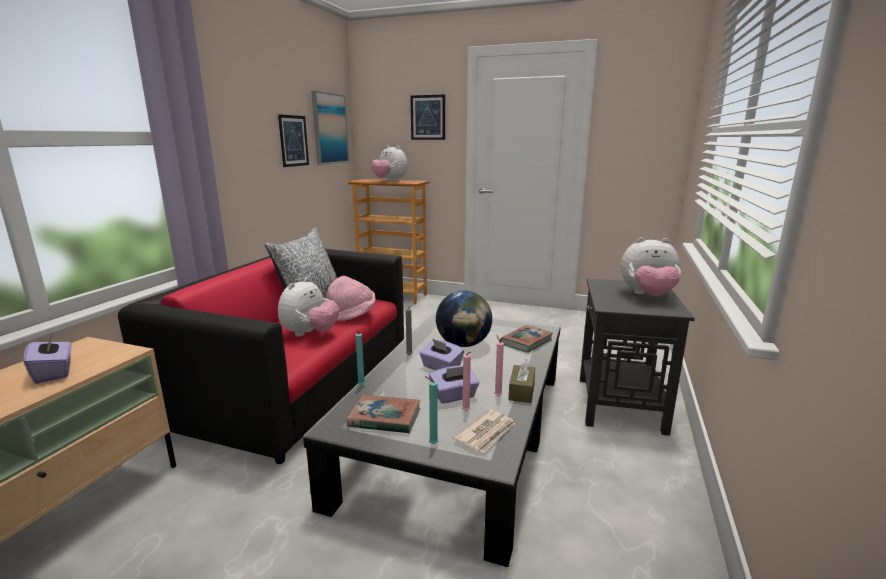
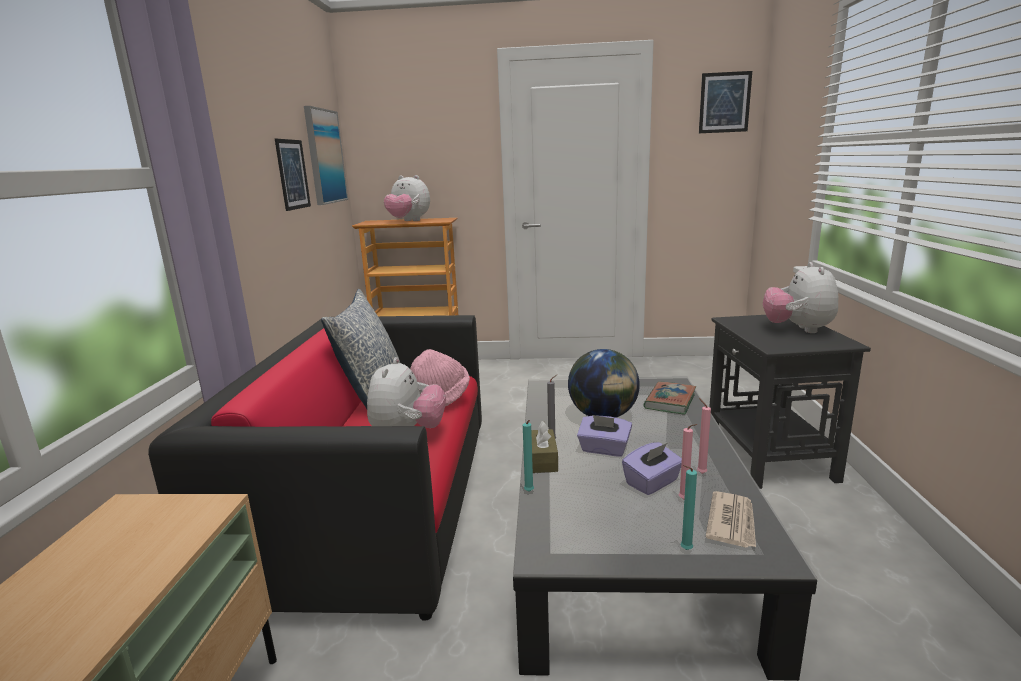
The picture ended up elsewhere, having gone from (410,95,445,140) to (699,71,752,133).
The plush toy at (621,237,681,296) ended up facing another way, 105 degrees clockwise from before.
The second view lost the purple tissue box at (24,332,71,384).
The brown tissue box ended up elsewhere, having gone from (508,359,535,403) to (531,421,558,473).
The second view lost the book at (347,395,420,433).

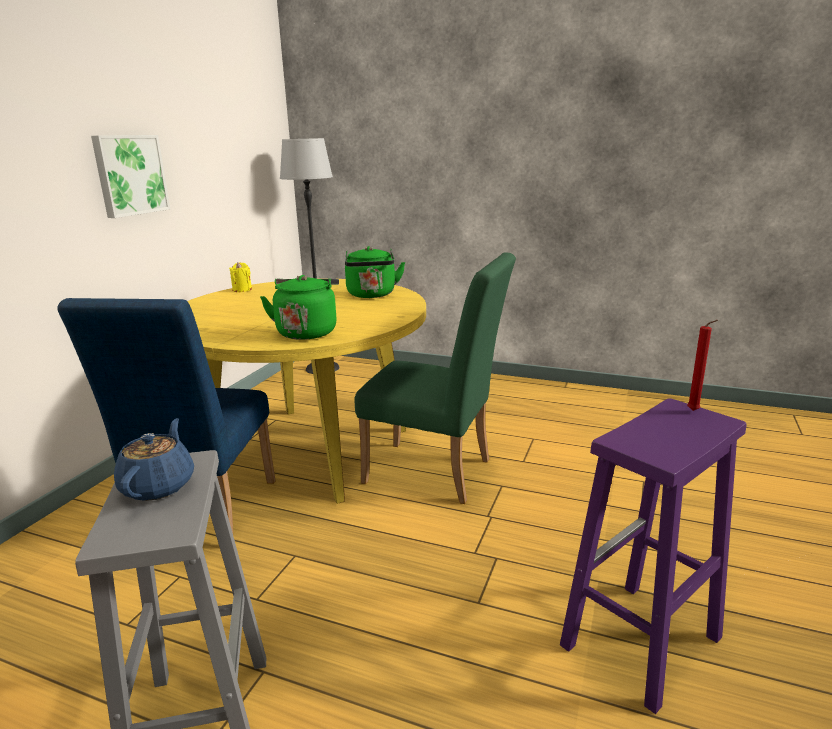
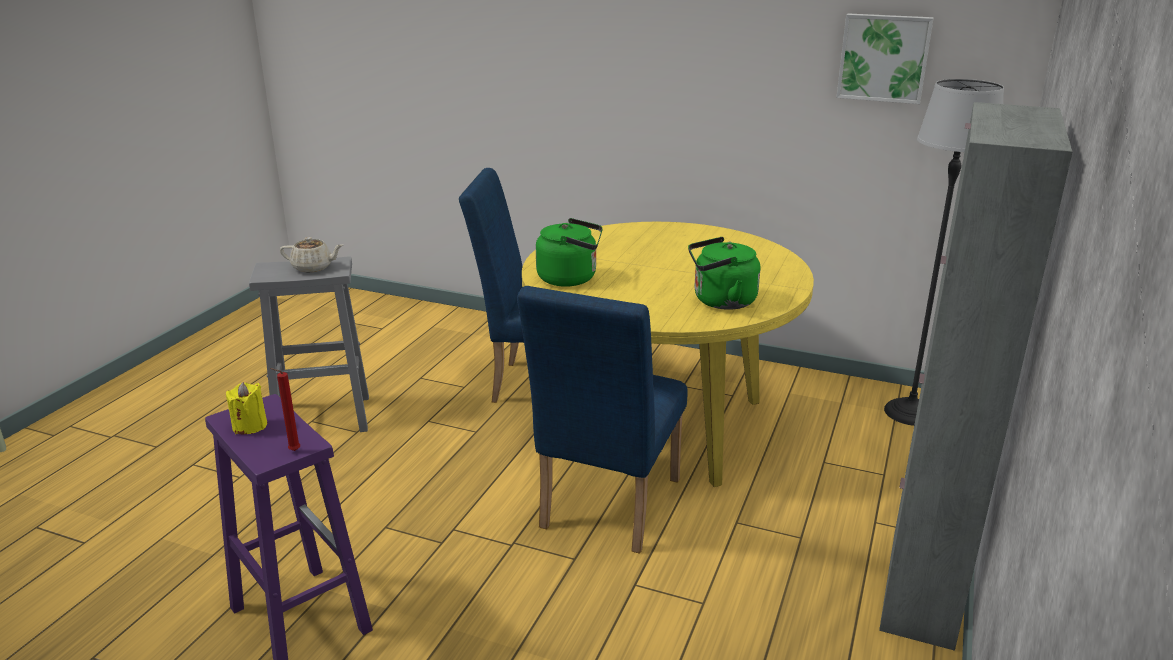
The picture ended up elsewhere, having gone from (91,135,170,218) to (836,13,934,104).
What was the green chair at (354,252,516,504) turned into the blue chair at (517,286,688,554).
The yellow candle ended up elsewhere, having gone from (229,262,252,292) to (226,382,267,434).
What was the blue teapot at (114,418,194,501) turned into the beige teapot at (280,237,343,272).
The second view gained the grey cabinet at (879,102,1073,651).

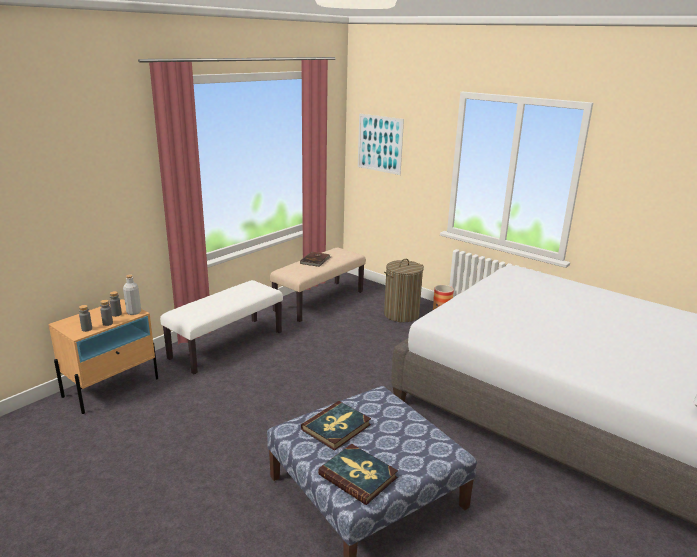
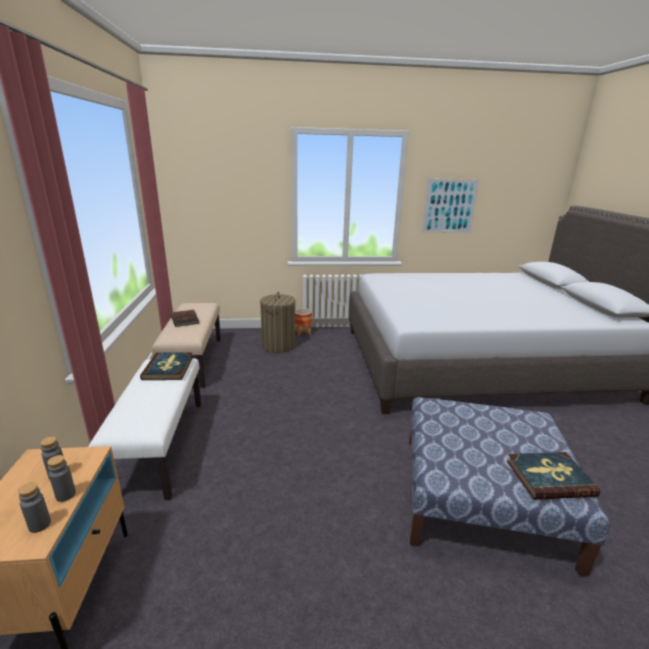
The picture ended up elsewhere, having gone from (358,114,404,175) to (422,179,479,233).
The second view lost the grey bottle at (123,275,141,315).
The book ended up elsewhere, having gone from (301,401,371,451) to (140,352,193,380).

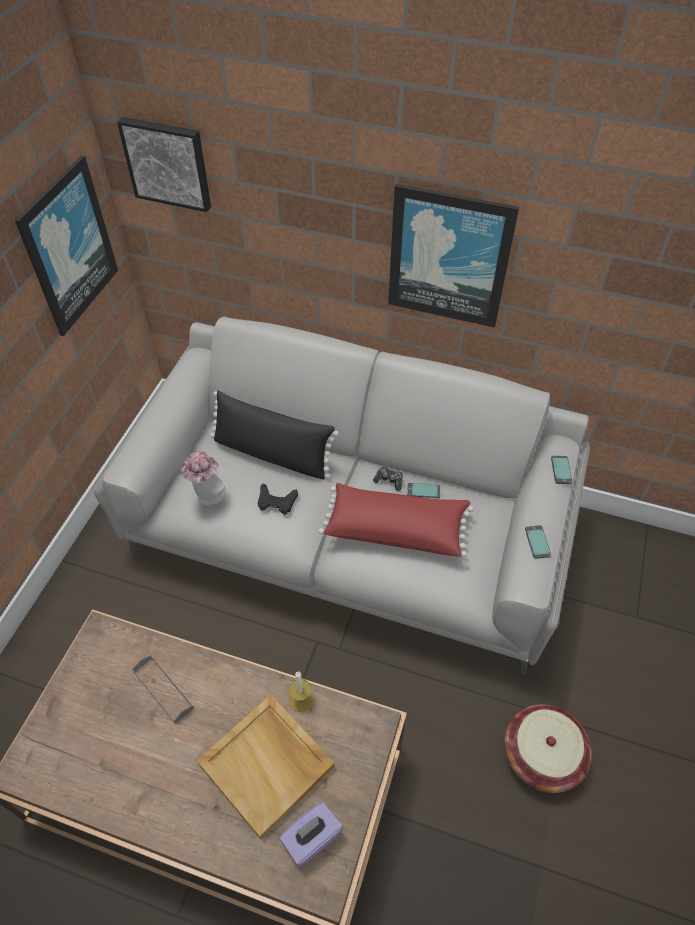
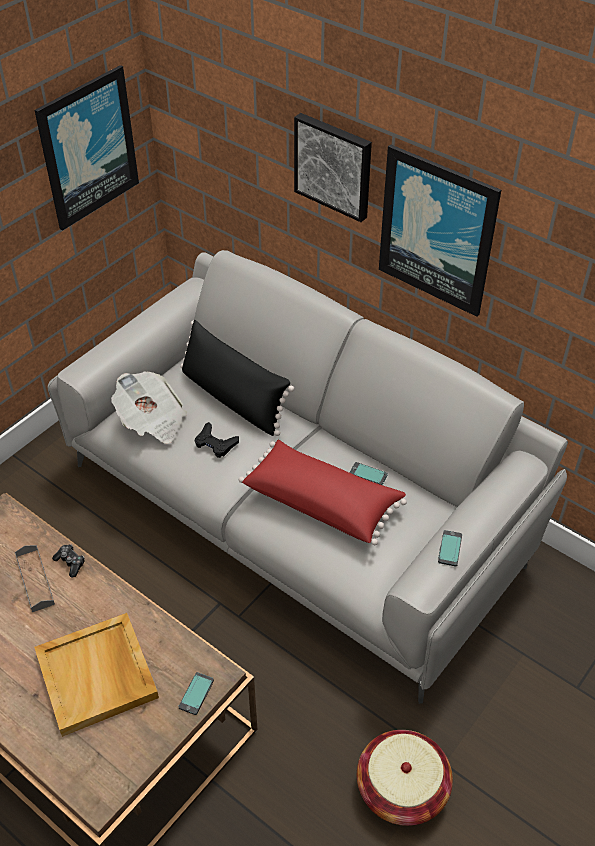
The picture ended up elsewhere, having gone from (117,117,211,212) to (294,113,372,222).
Where the hat stood at (181,451,225,506), the newspaper came to stand at (111,371,187,444).
The phone ended up elsewhere, having gone from (551,456,572,484) to (178,672,214,715).
The game controller ended up elsewhere, having gone from (373,466,403,491) to (52,544,85,578).
The second view lost the candle at (288,671,314,712).
The second view lost the purple tissue box at (280,802,343,866).

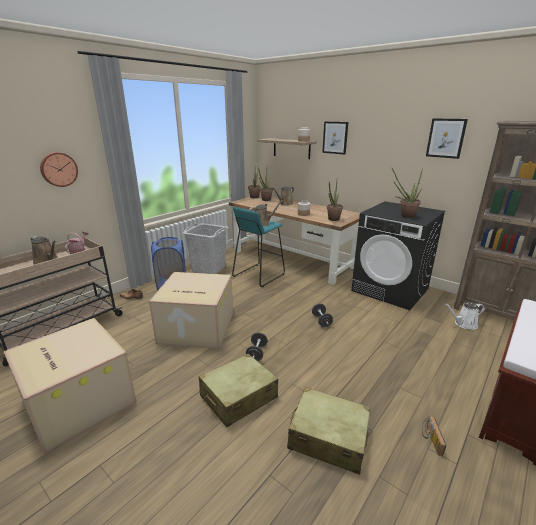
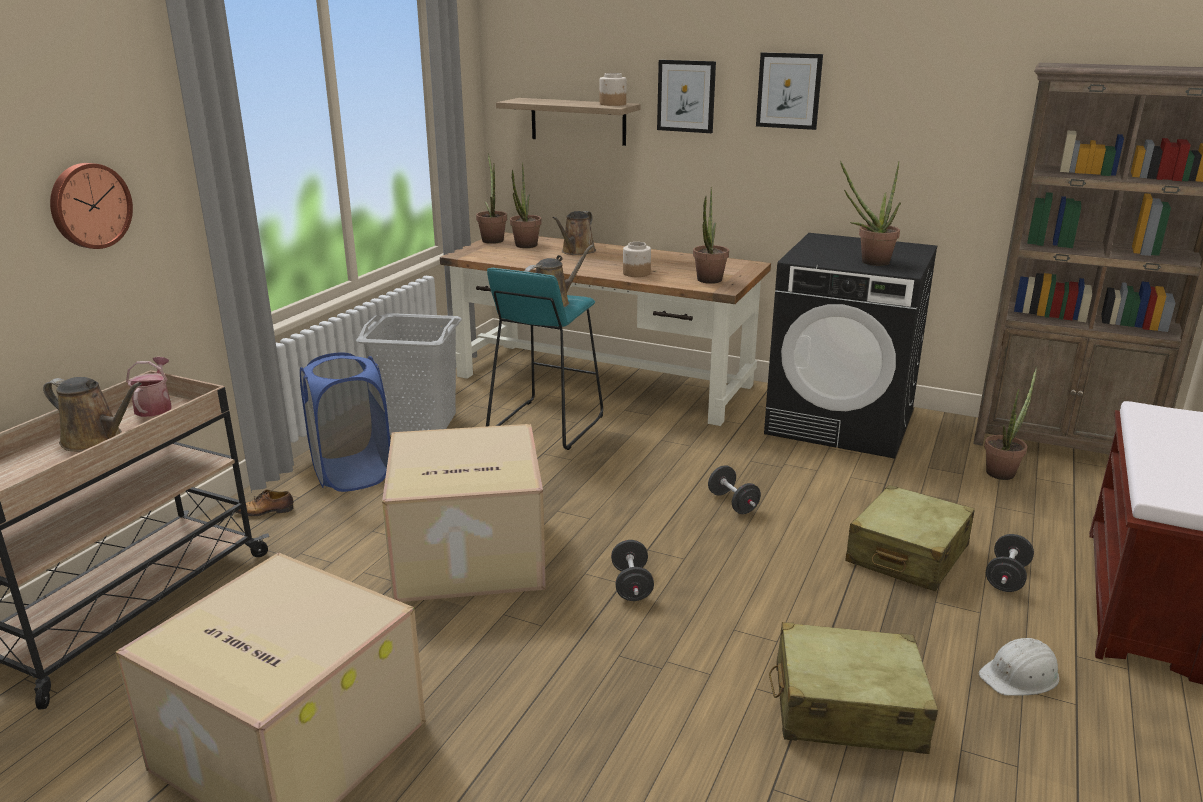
The picture ended up elsewhere, having gone from (426,118,468,159) to (756,53,823,130).
Where the white watering can stood at (445,302,485,330), the potted plant came to stand at (984,367,1037,480).
The beige suitcase ended up elsewhere, having gone from (199,354,278,427) to (845,485,975,591).
Where the radio stood at (422,416,446,456), the white hard hat came to stand at (979,638,1059,696).
The second view gained the black dumbbell at (986,534,1034,592).

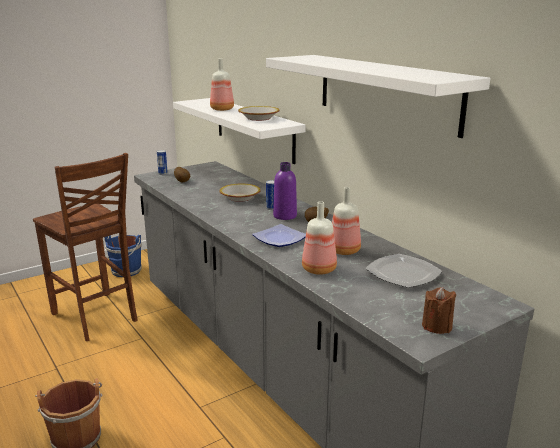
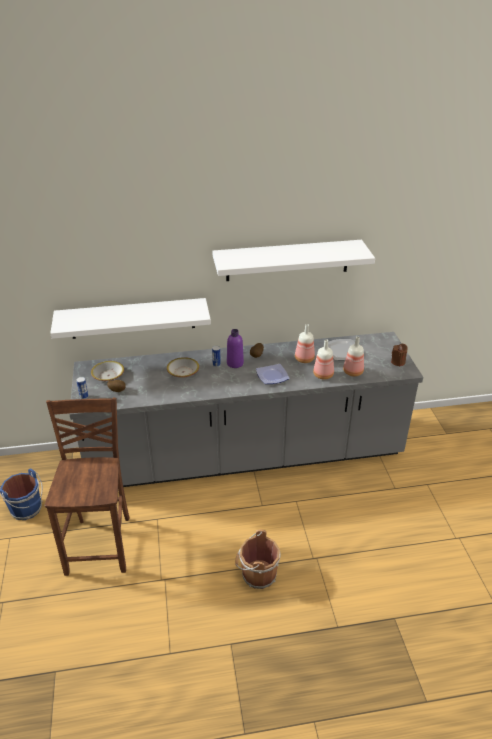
The bottle ended up elsewhere, having gone from (210,58,234,111) to (343,337,364,376).
The bowl ended up elsewhere, having gone from (238,106,280,121) to (91,361,124,381).
The brown chair at (33,153,137,341) ended up facing another way, 75 degrees counterclockwise from before.

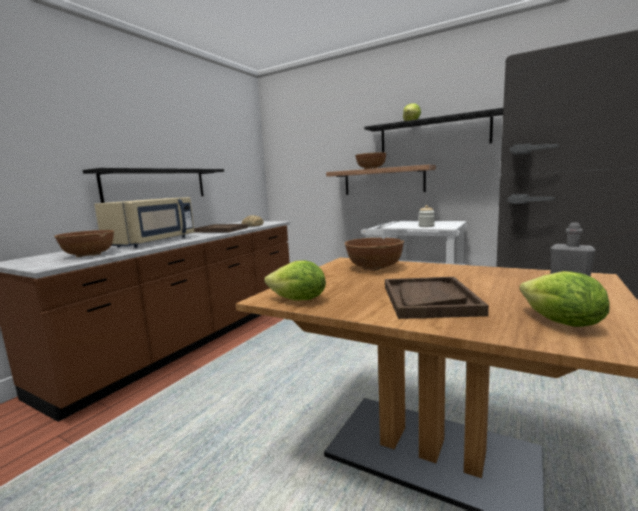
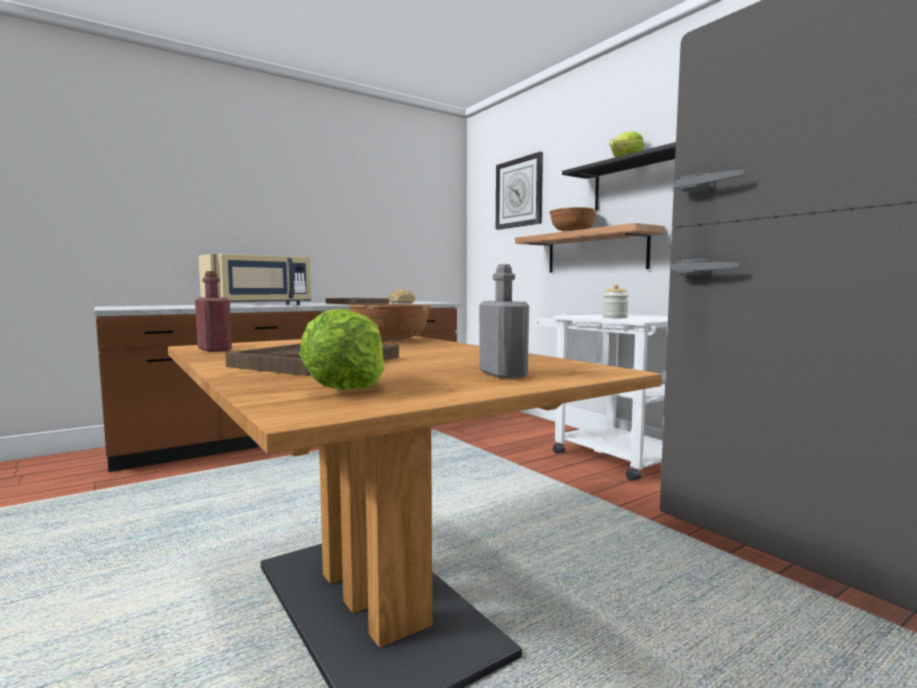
The second view lost the black shelf at (83,168,224,203).
The second view lost the brown bowl at (54,230,114,257).
Where the lettuce stood at (264,260,326,300), the red bottle came to stand at (195,271,232,352).
The second view gained the wall clock at (496,152,543,230).

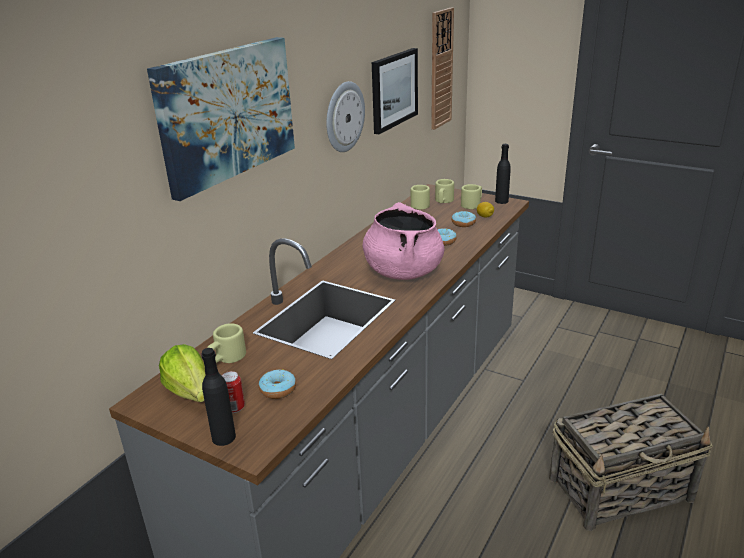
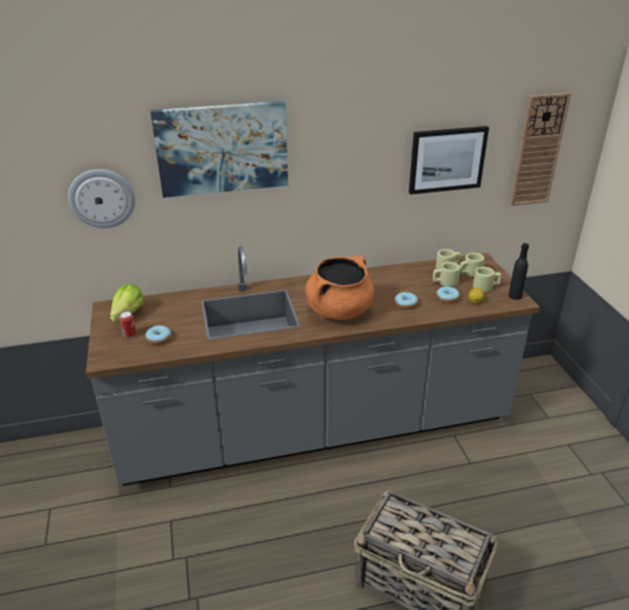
The wall clock ended up elsewhere, having gone from (326,81,365,152) to (68,169,135,228).
What was the pink cooking pot at (362,202,445,280) turned into the orange cooking pot at (305,256,374,320).
The beige mug ended up elsewhere, having gone from (207,323,246,363) to (433,262,460,287).
The second view lost the black bottle at (201,348,236,446).

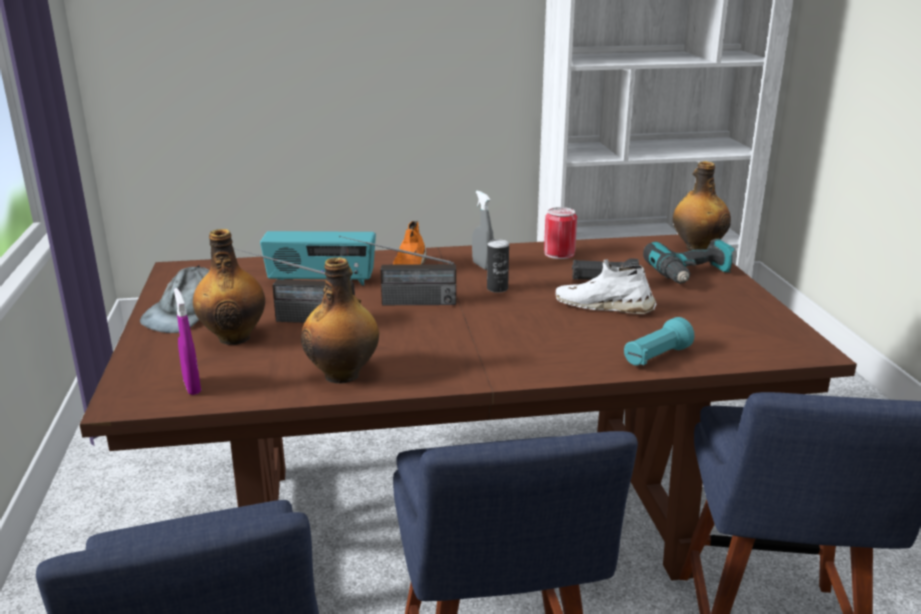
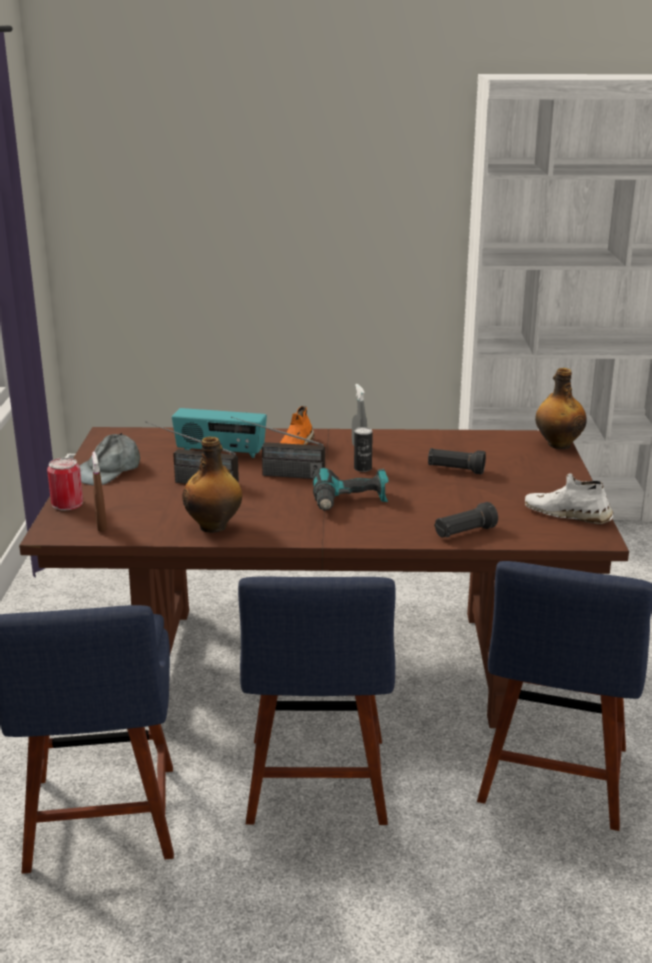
The can ended up elsewhere, having gone from (544,207,577,259) to (47,458,83,510).
The second view lost the bottle at (193,229,265,345).
The power drill ended up elsewhere, having gone from (643,239,735,284) to (313,468,389,511).
The white shoe ended up elsewhere, having gone from (556,259,656,314) to (525,474,614,524).
What was the purple spray bottle at (174,288,201,395) turned into the brown spray bottle at (92,452,107,532).
What was the turquoise flashlight at (624,317,694,366) turned into the black flashlight at (434,502,498,538).

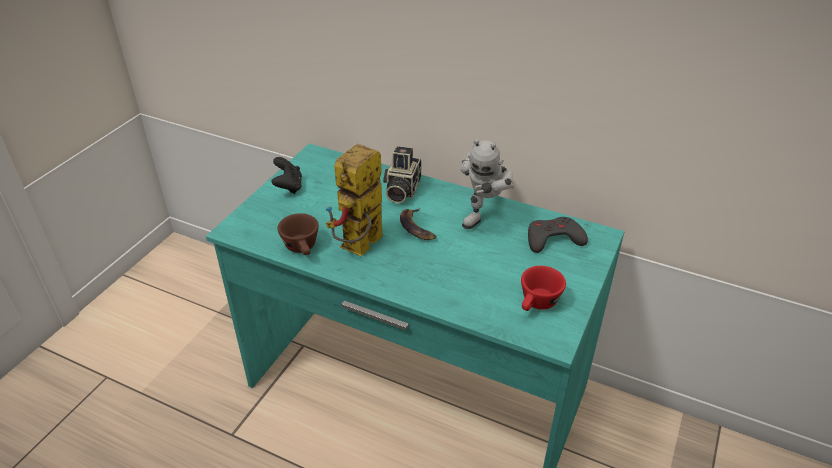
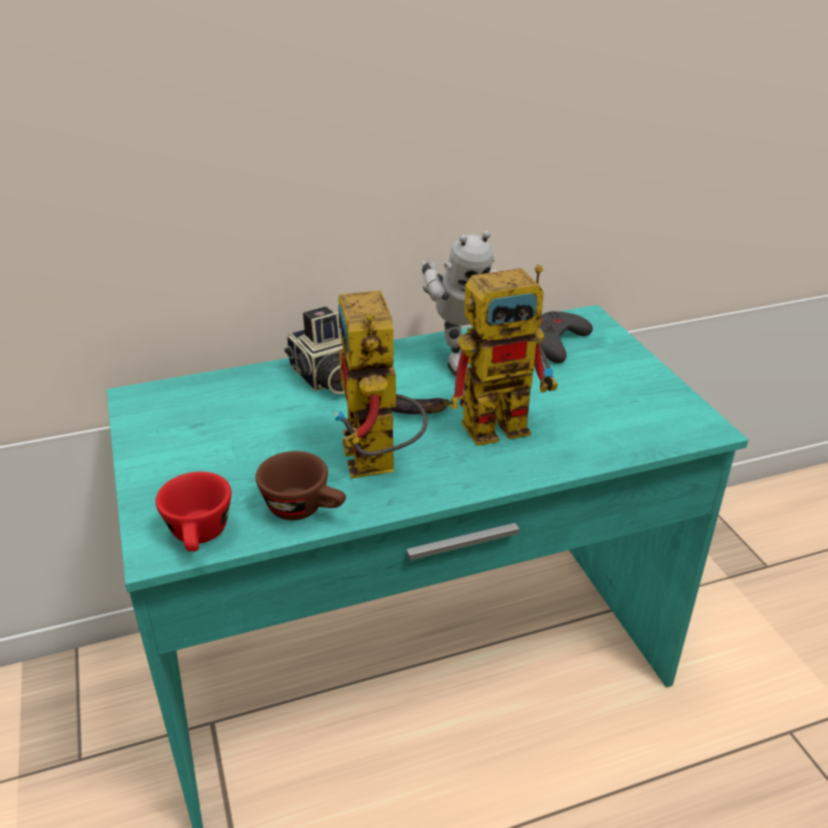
The second view lost the black game controller at (271,157,302,194).
The red cup ended up elsewhere, having gone from (521,266,566,311) to (155,472,232,552).
The second view gained the toy robot at (450,265,558,446).

